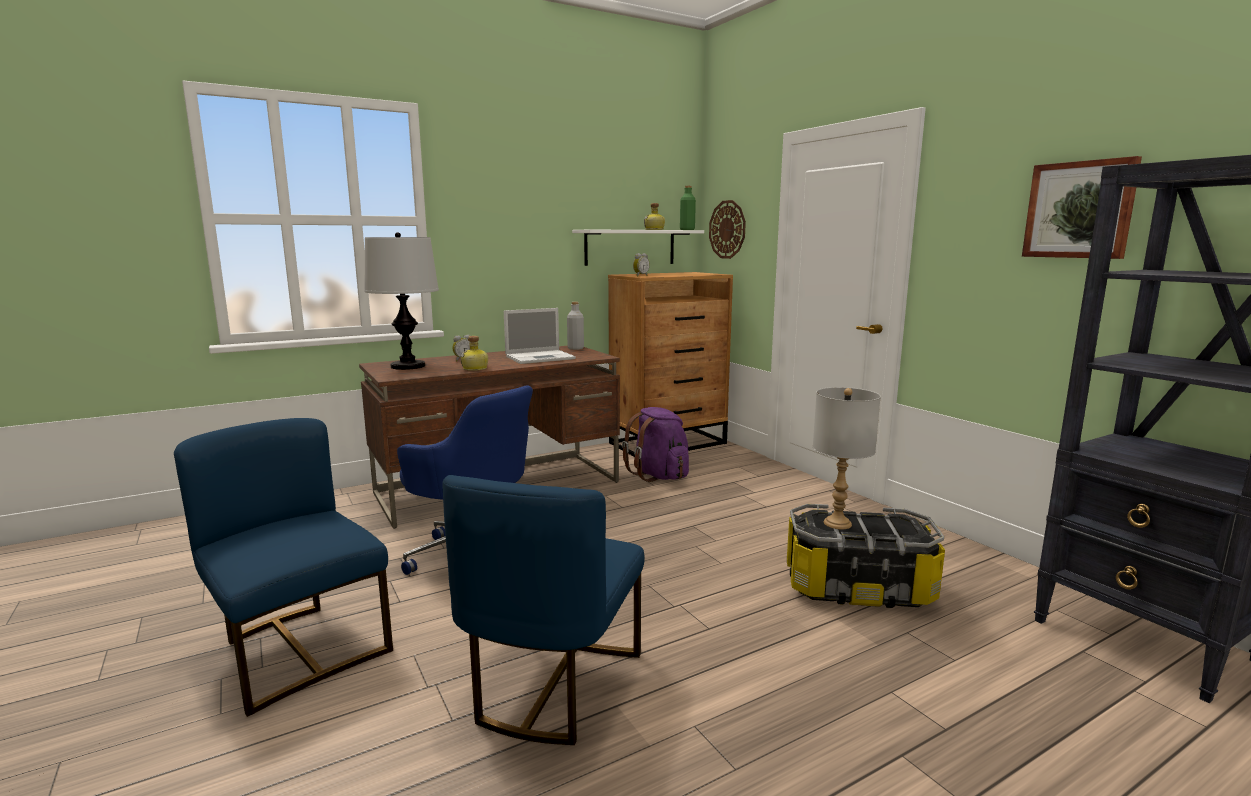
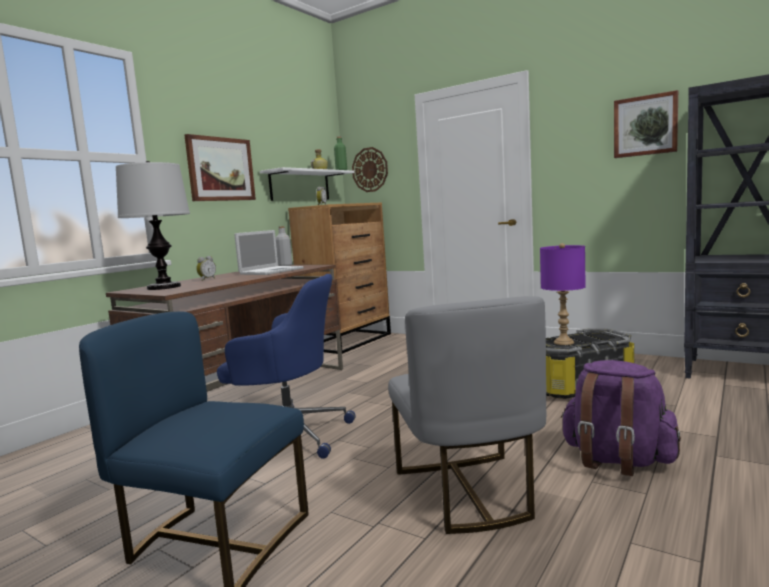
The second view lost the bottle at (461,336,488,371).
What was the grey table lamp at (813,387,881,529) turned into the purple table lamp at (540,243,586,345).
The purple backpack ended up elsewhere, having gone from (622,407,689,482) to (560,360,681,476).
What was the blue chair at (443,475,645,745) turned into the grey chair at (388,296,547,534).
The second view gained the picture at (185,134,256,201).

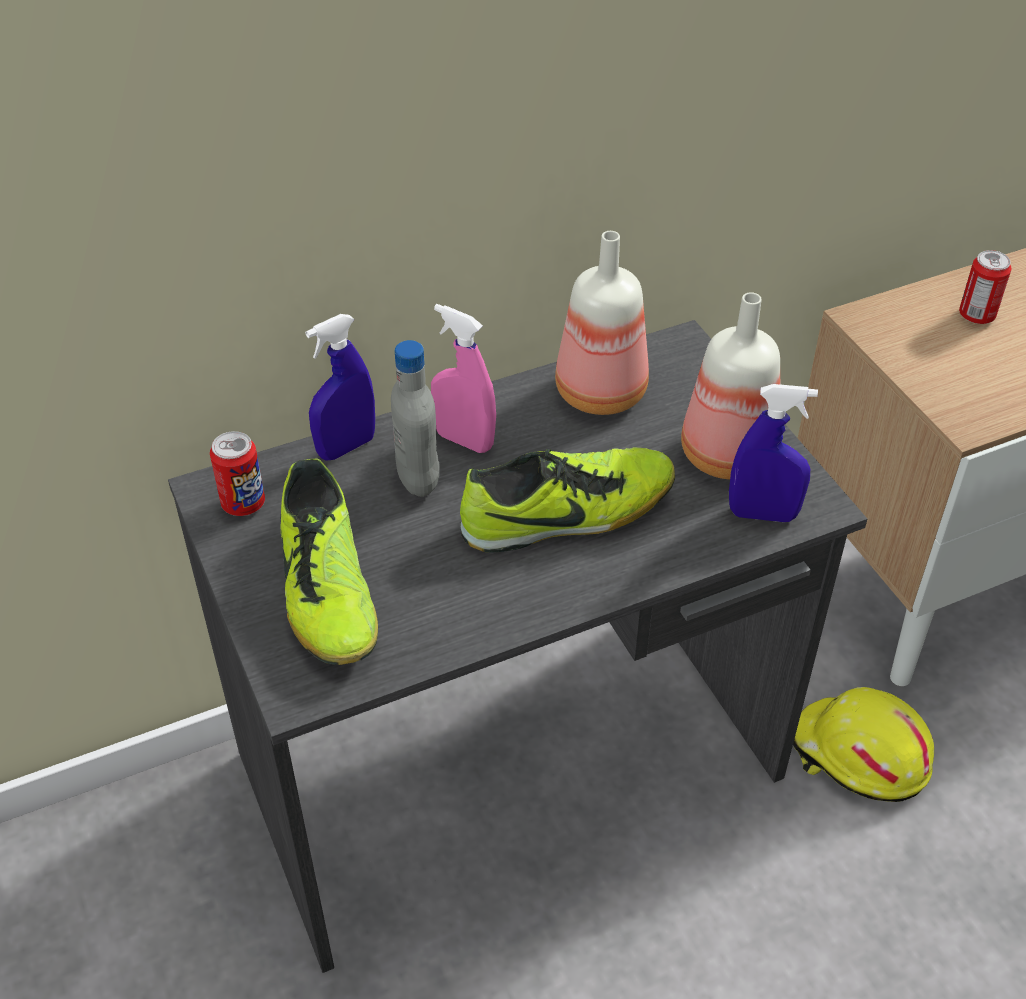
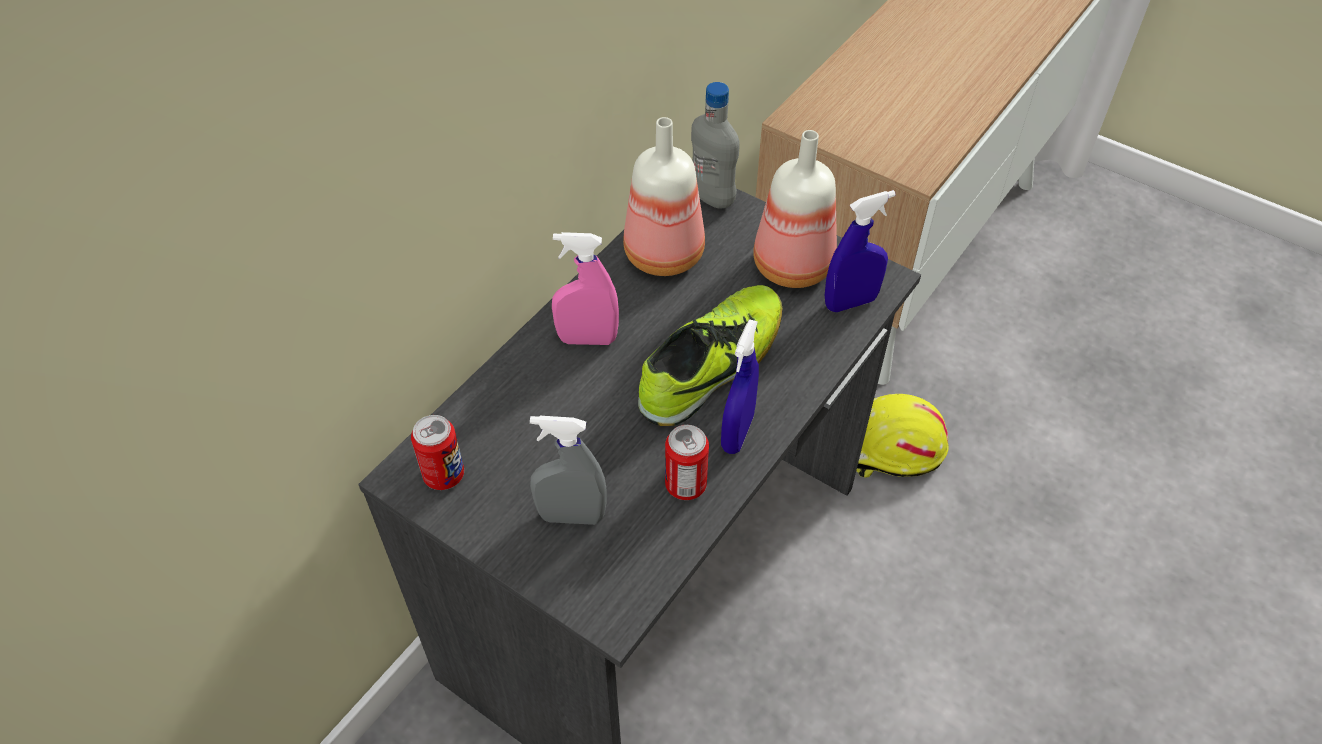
The can ended up elsewhere, having gone from (959,250,1011,324) to (665,425,709,500).
The blue spray bottle ended up elsewhere, having gone from (305,314,375,461) to (721,319,759,454).
The grey bottle ended up elsewhere, having gone from (391,340,440,497) to (691,82,739,208).
Where the shoe stood at (281,459,378,665), the grey spray bottle came to stand at (530,416,607,525).

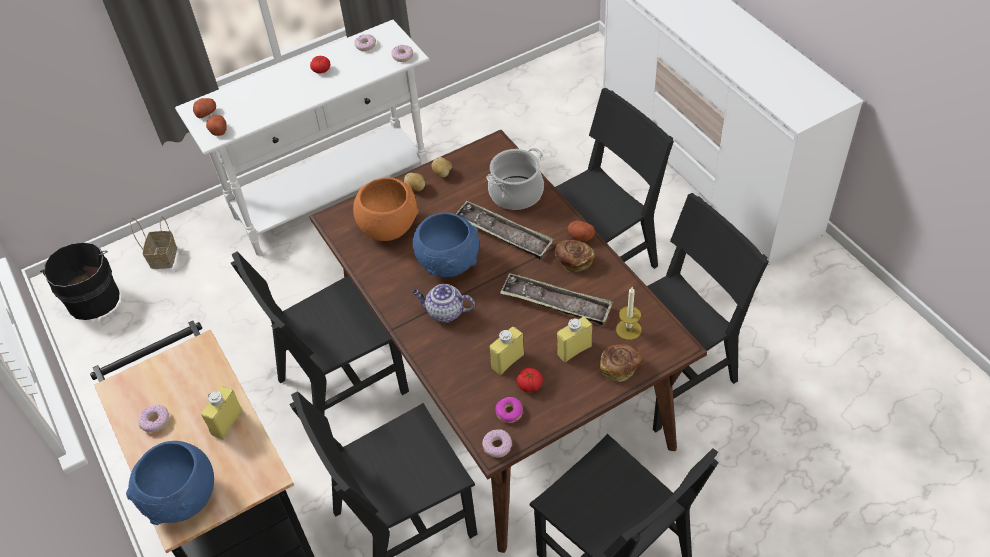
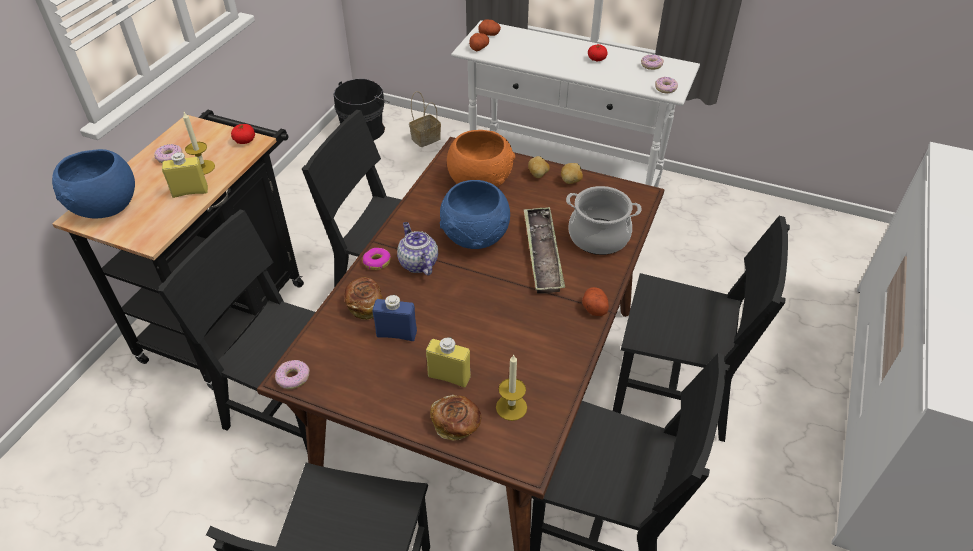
The bread ended up elsewhere, having gone from (555,240,595,272) to (345,277,383,320).
The second view lost the tray at (500,273,613,325).
What was the yellow bottle at (489,327,524,375) turned into the blue bottle at (373,294,417,341).
The tomato ended up elsewhere, having gone from (516,368,543,392) to (231,124,255,144).
The donut ended up elsewhere, having gone from (496,397,523,423) to (363,248,391,270).
The second view gained the candle at (183,112,215,175).

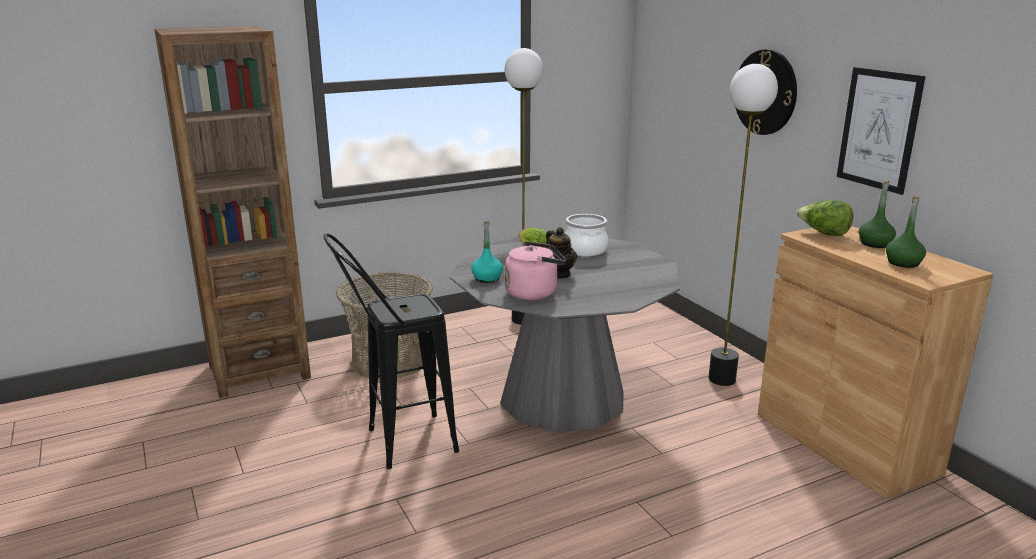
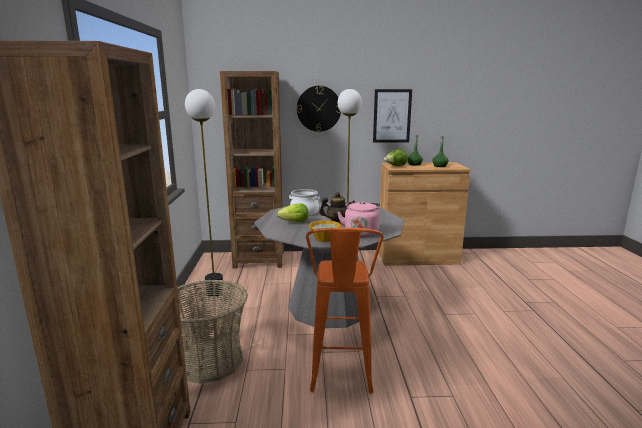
Where the turquoise bottle stood at (471,221,503,283), the bowl came to stand at (309,220,341,242).
What was the black stool at (323,233,459,469) turned into the orange stool at (306,228,384,394).
The second view gained the brown bookcase at (220,71,284,268).

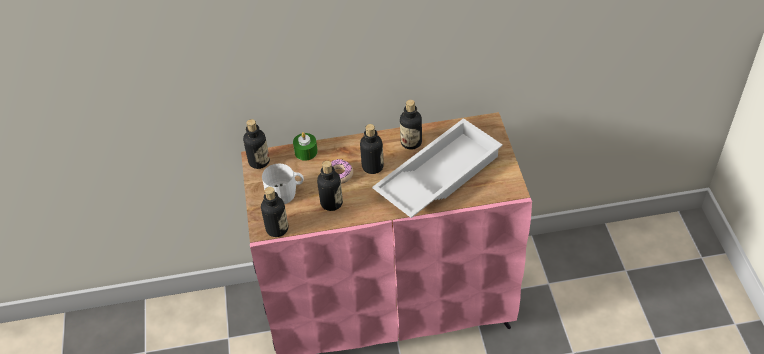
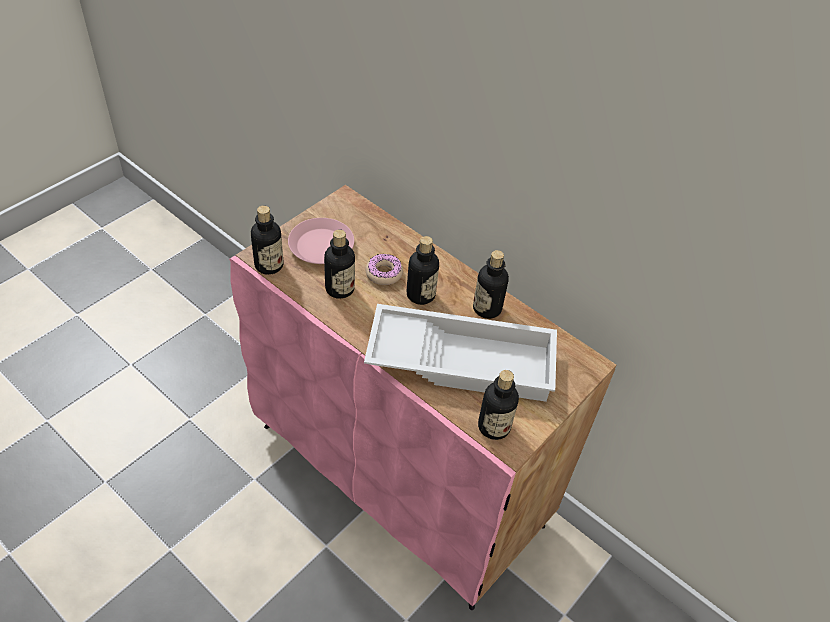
The bottle ended up elsewhere, having gone from (243,119,270,169) to (478,370,519,440).
The second view lost the green candle at (293,132,318,161).
Where the white mug stood at (262,164,304,204), the pink plate came to stand at (288,218,354,264).

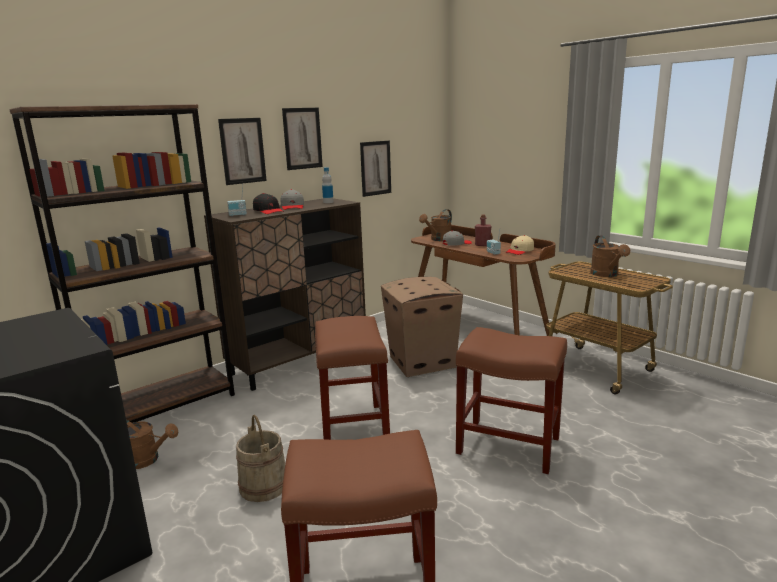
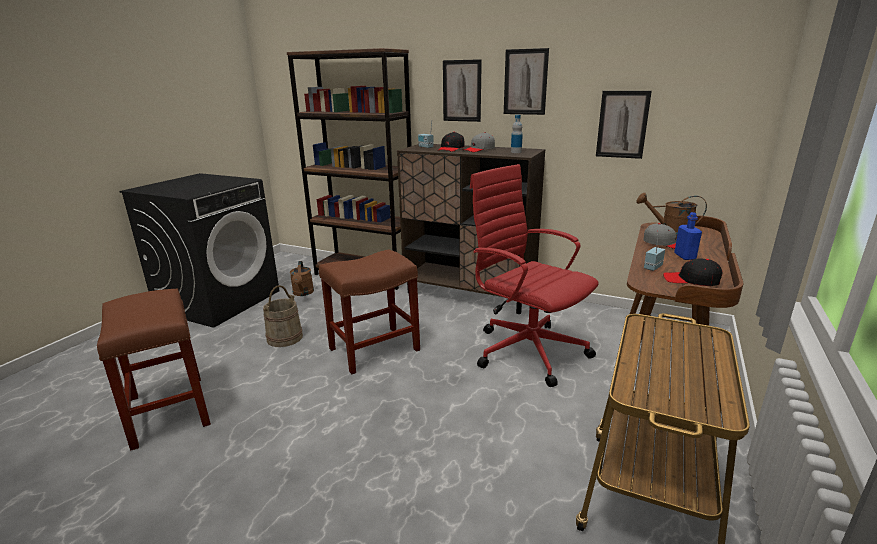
What was the red bottle at (475,215,492,246) turned into the blue bottle at (674,212,702,260).
What was the beige cap at (505,235,534,255) turned into the black cap at (663,258,722,286).
The second view lost the brown watering can at (590,235,630,277).
Where the cardboard box stood at (381,277,463,377), the red office chair came to stand at (470,164,599,387).
The second view lost the brown stool at (456,327,567,474).

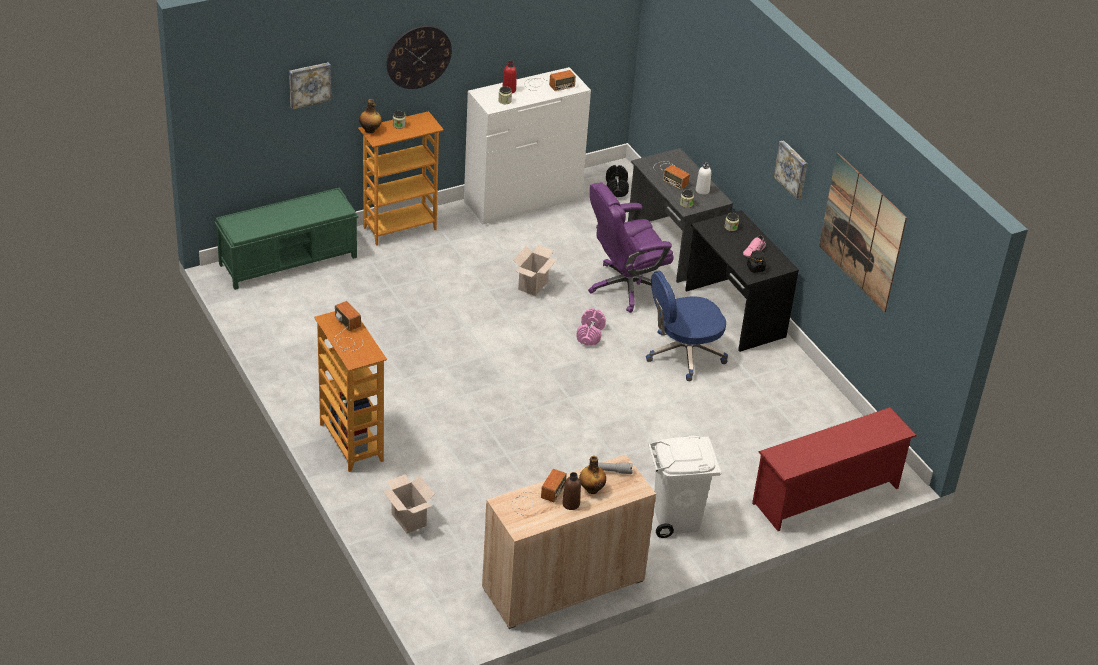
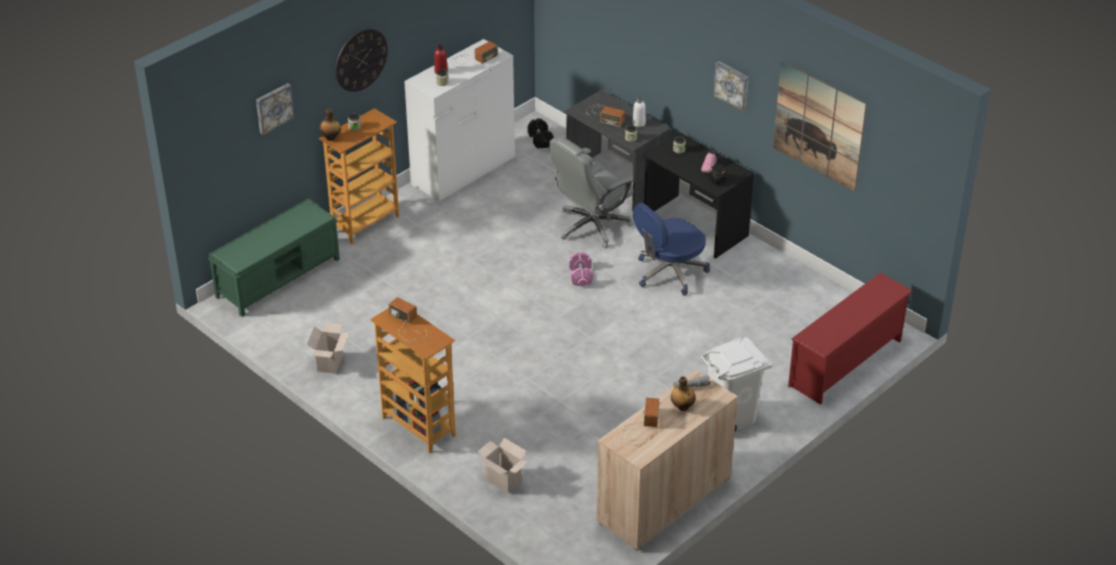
What was the purple office chair at (588,182,674,313) turned into the grey office chair at (549,136,633,248).
The cardboard box ended up elsewhere, having gone from (513,245,558,296) to (307,323,350,374).
The second view lost the brown bottle at (562,472,581,510).

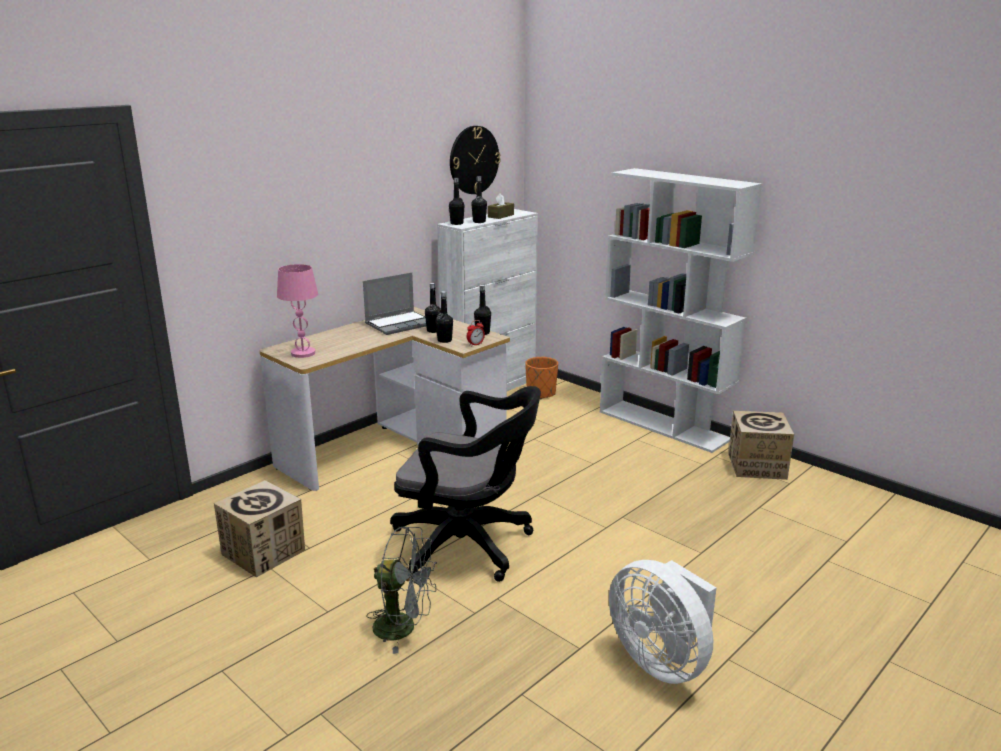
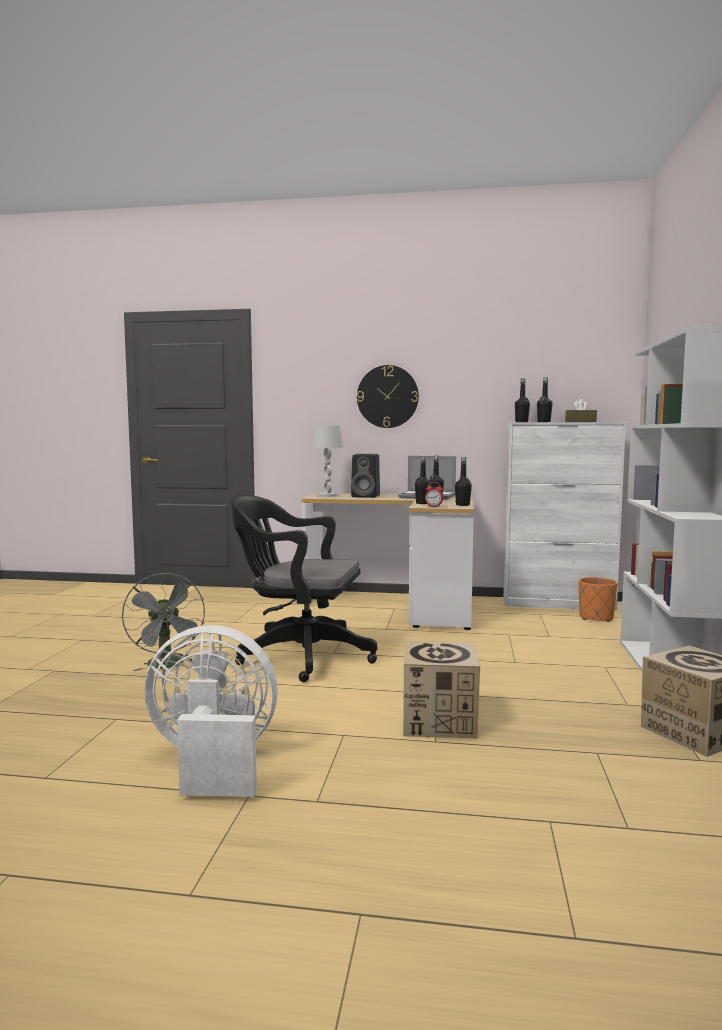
The wall clock ended up elsewhere, having gone from (450,126,500,194) to (357,365,419,428).
What was the pink table lamp at (277,264,318,358) turned into the white table lamp at (312,425,343,497).
The black office chair at (390,386,541,582) ended up facing another way, 120 degrees clockwise from before.
The cardboard box ended up elsewhere, having gone from (214,480,305,577) to (403,641,480,738).
The white fan at (609,560,716,684) ended up facing another way, 75 degrees clockwise from before.
The second view gained the black speaker at (351,454,380,498).

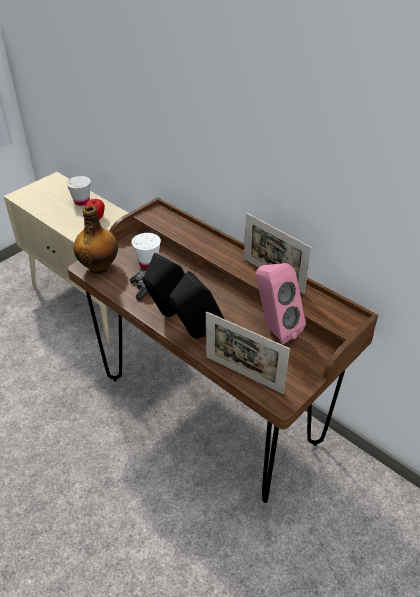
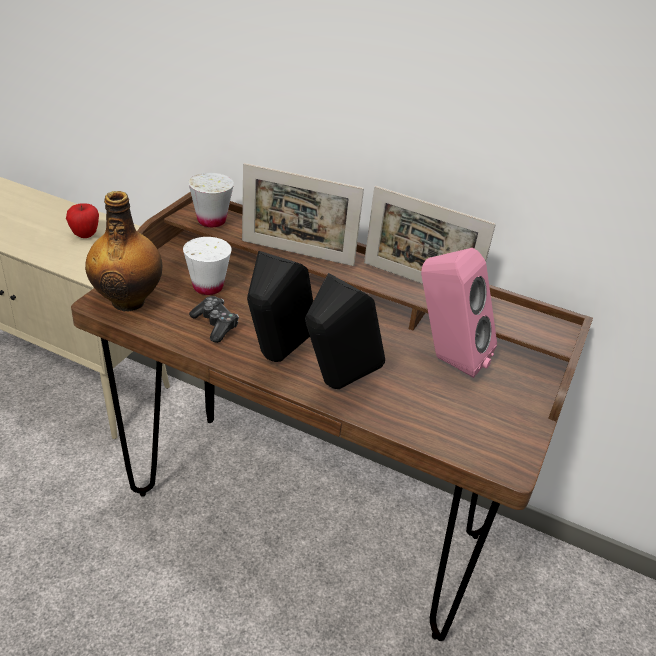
The white cup ended up elsewhere, having gone from (66,176,91,205) to (188,173,234,227).
The picture frame ended up elsewhere, having gone from (206,311,290,394) to (242,163,364,266).

